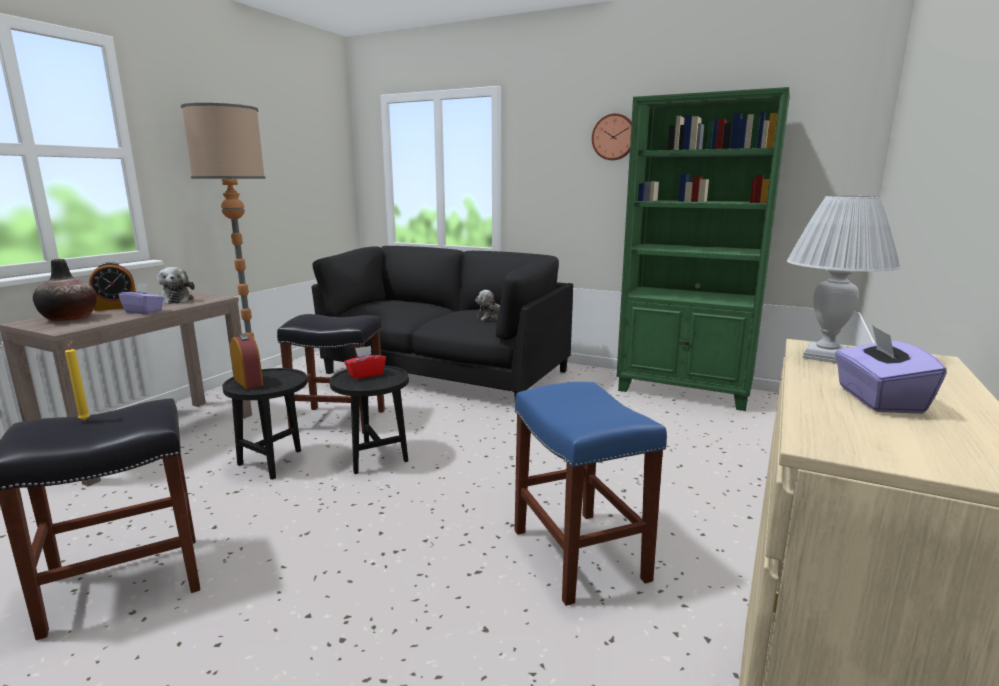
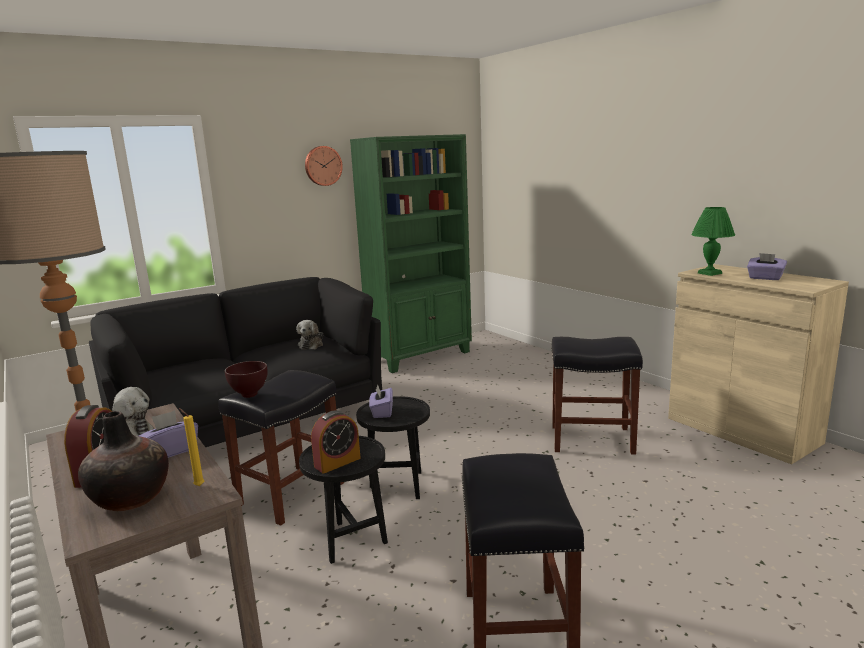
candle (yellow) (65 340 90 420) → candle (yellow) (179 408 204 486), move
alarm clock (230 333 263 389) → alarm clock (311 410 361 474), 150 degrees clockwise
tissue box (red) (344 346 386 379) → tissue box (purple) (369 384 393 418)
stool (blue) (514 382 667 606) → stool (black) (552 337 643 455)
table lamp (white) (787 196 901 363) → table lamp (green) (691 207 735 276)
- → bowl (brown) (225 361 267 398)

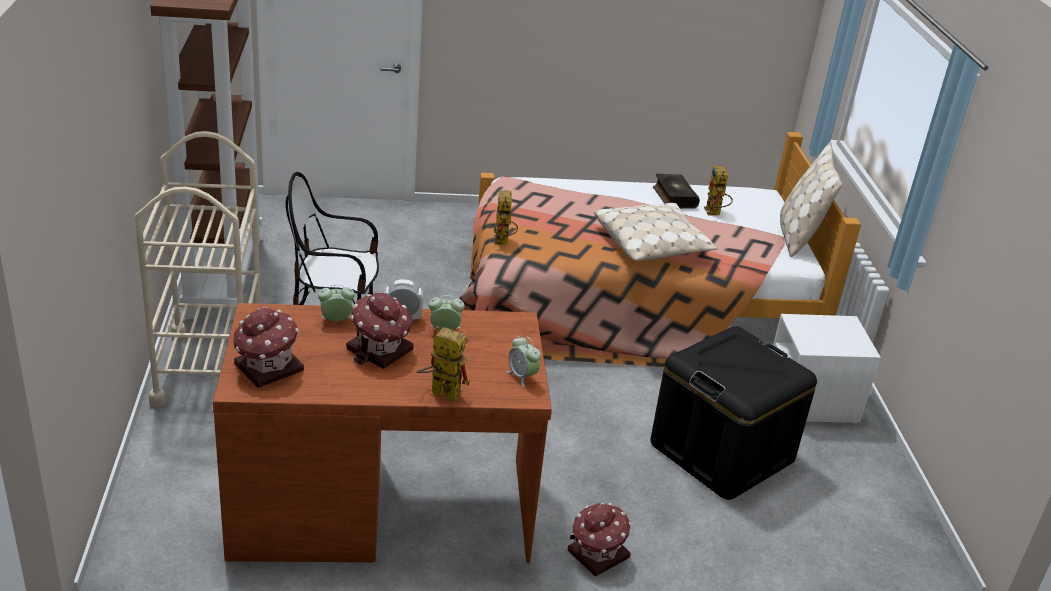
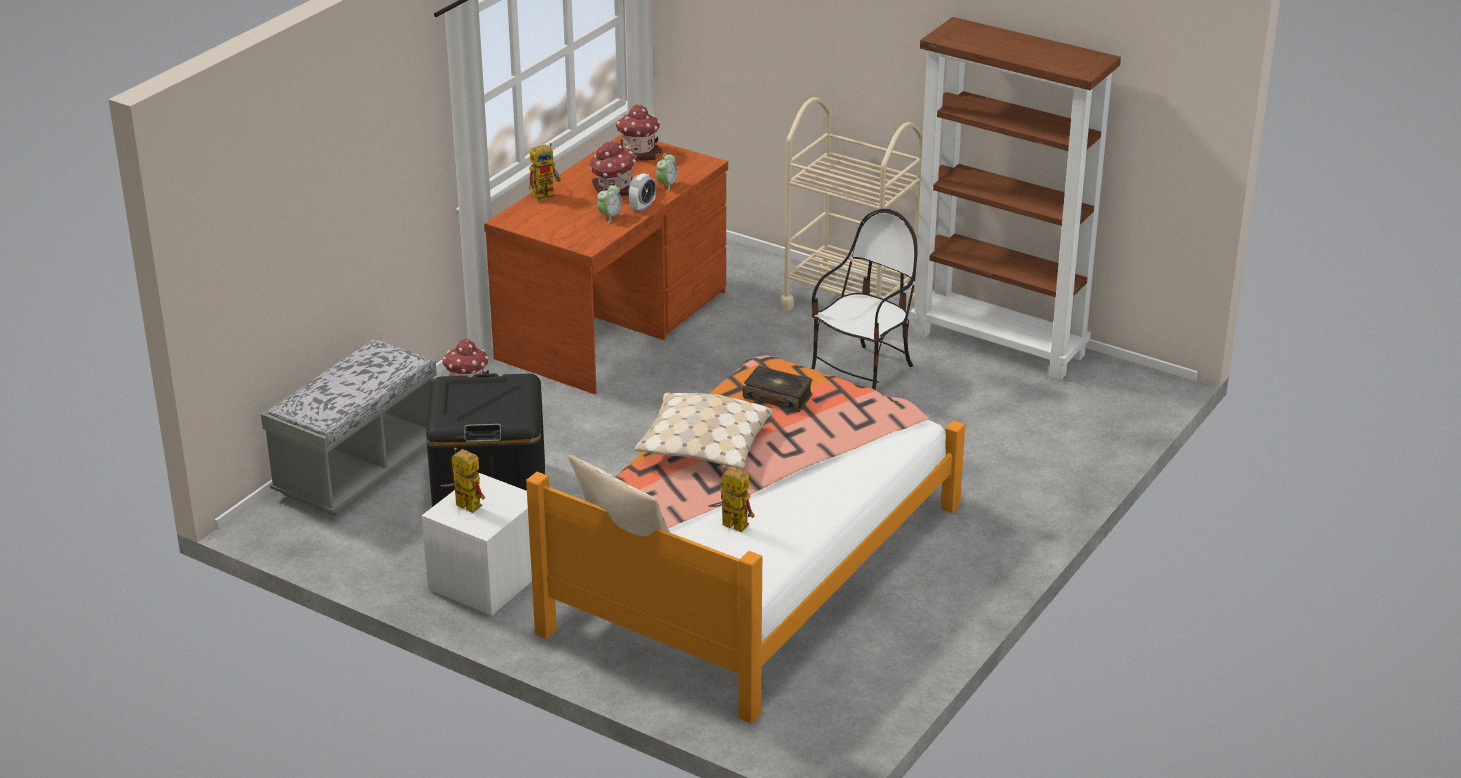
toy robot (492 190 518 245) → toy robot (441 448 485 513), move
alarm clock (507 336 541 388) → -
book (653 174 700 209) → book (743 366 813 412), move
- → bench (grey) (261 339 437 516)

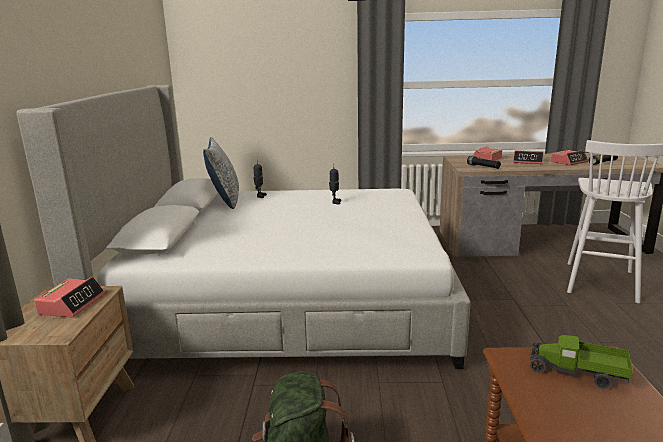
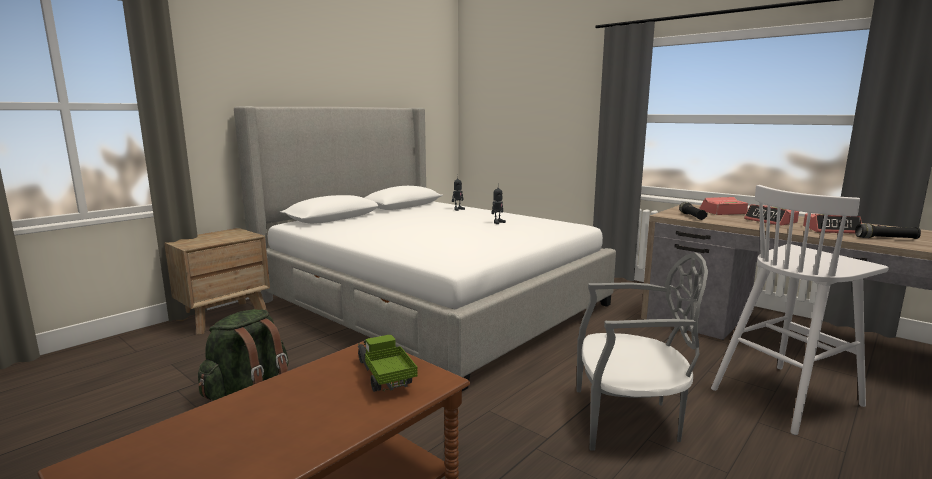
alarm clock (34 277 105 317) → -
pillow (203 137 239 209) → -
- → chair (grey) (577 252 708 451)

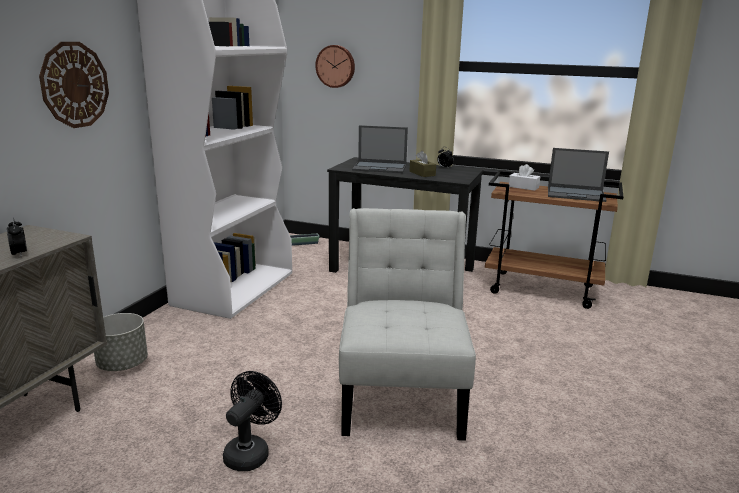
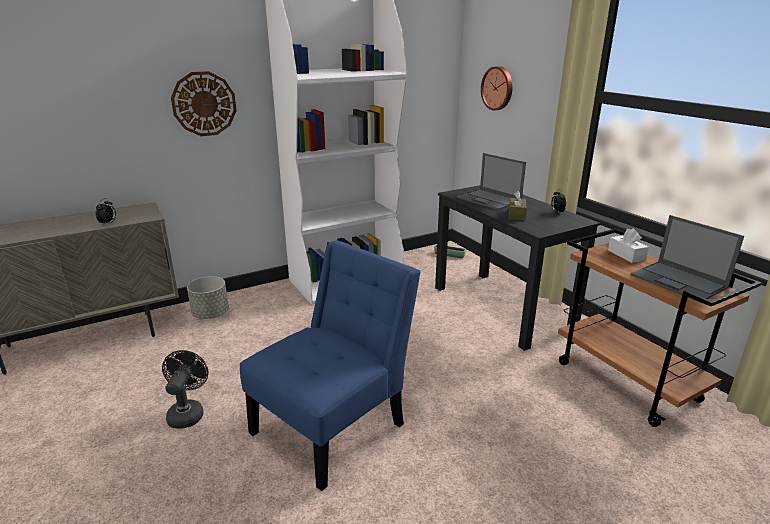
fan (black) (223 371 282 471) → fan (black) (162 350 209 429), 60 degrees counterclockwise
chair (white) (339 208 476 441) → chair (blue) (240 240 421 491)

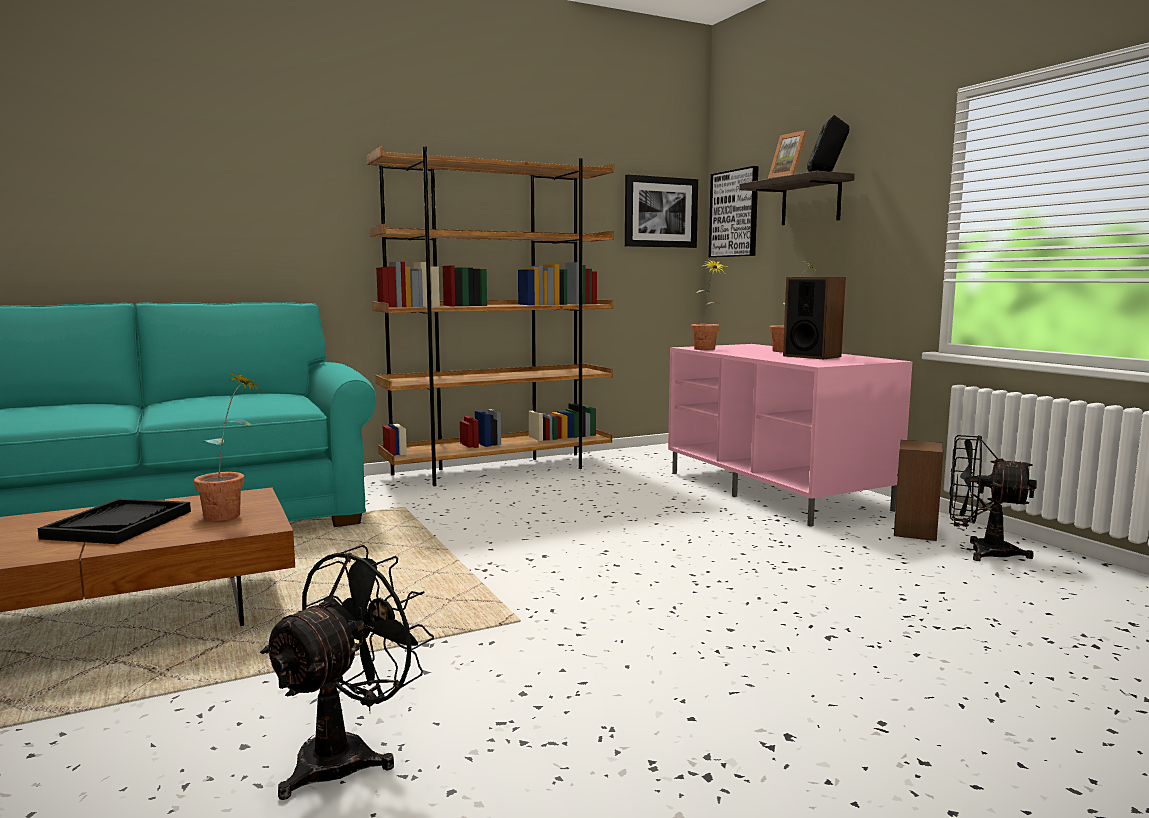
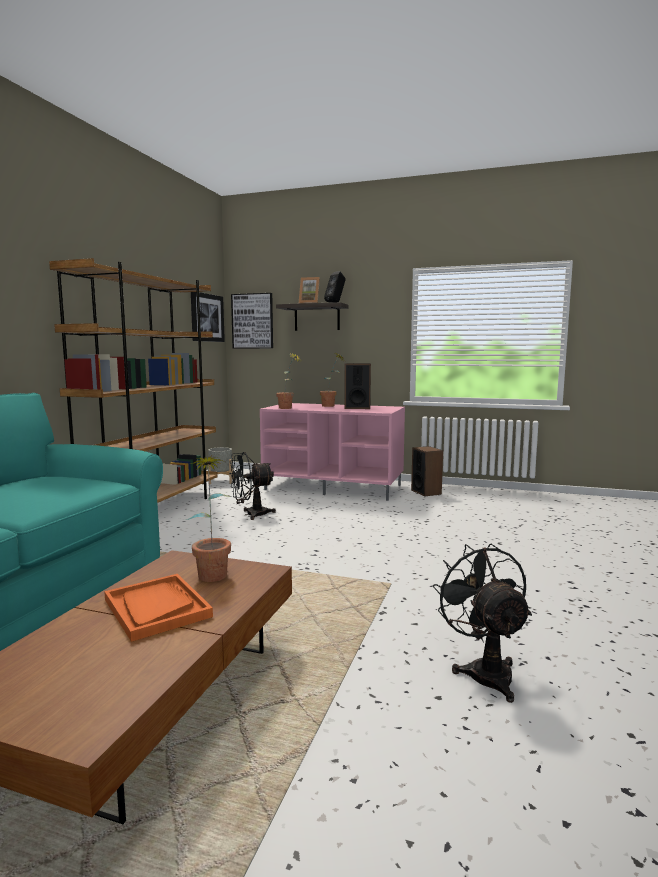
tray (black) (38 498 191 544) → tray (orange) (104 574 213 642)
fan (black) (949 435 1037 561) → fan (black) (230 452 276 520), move
- → planter (grey) (208 447 233 484)

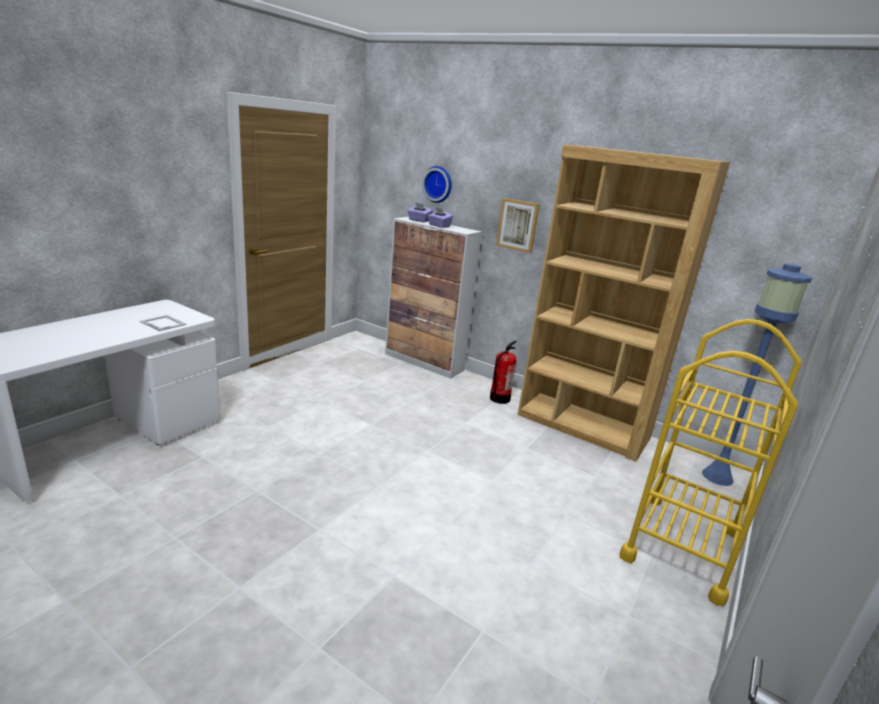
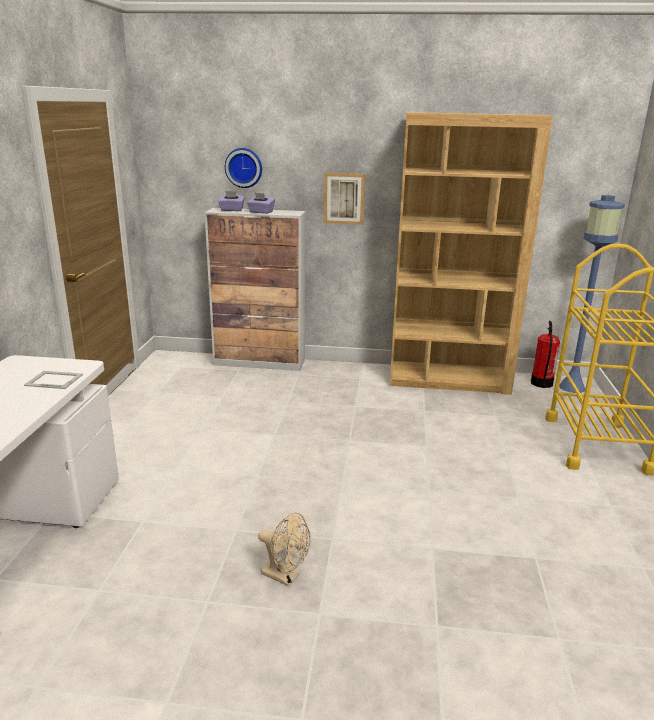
fire extinguisher (490 340 517 404) → fire extinguisher (531 321 560 388), move
- → fan (beige) (258 512 311 586)

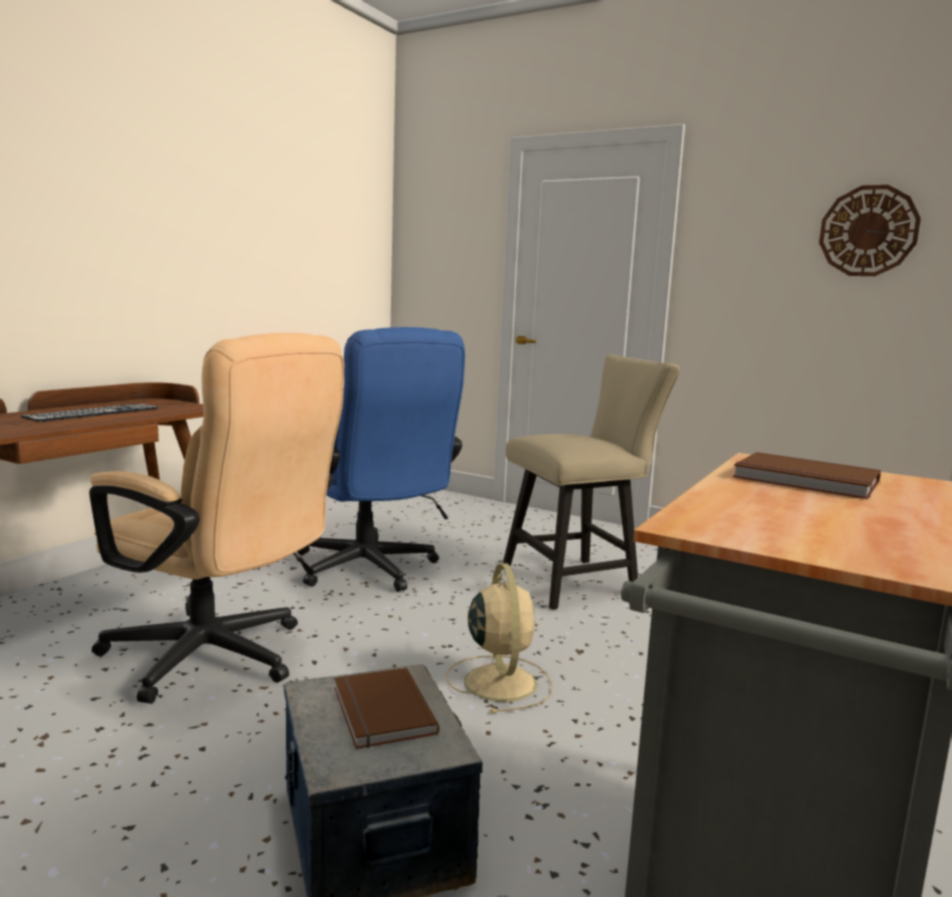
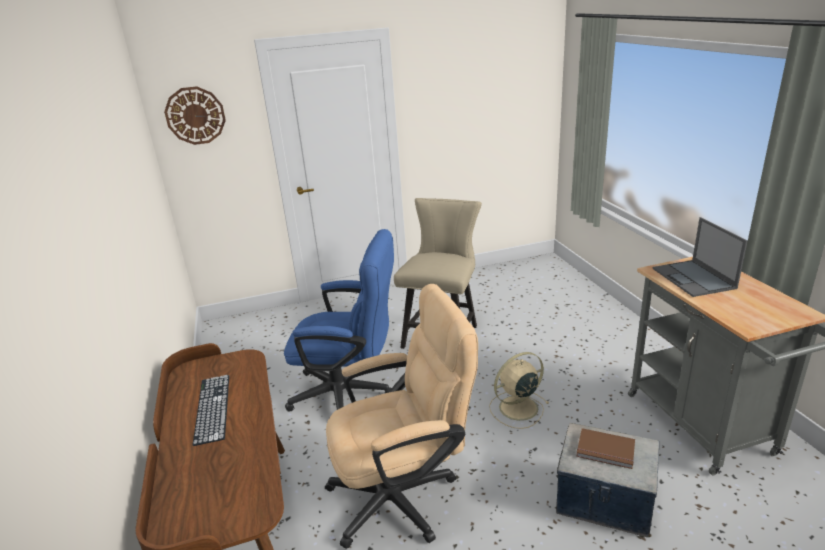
fan (beige) (446 563 553 714) → fan (beige) (489 352 549 429), 60 degrees counterclockwise
book (brown) (733 452 881 499) → laptop (653 217 748 297)
wall clock (819 185 921 276) → wall clock (164 86 226 145), move

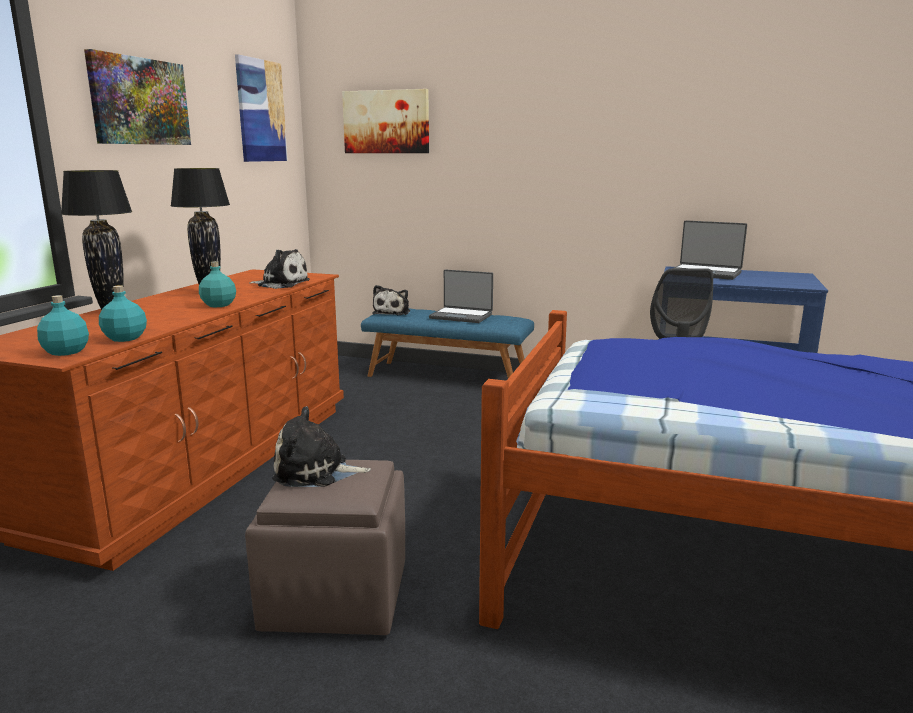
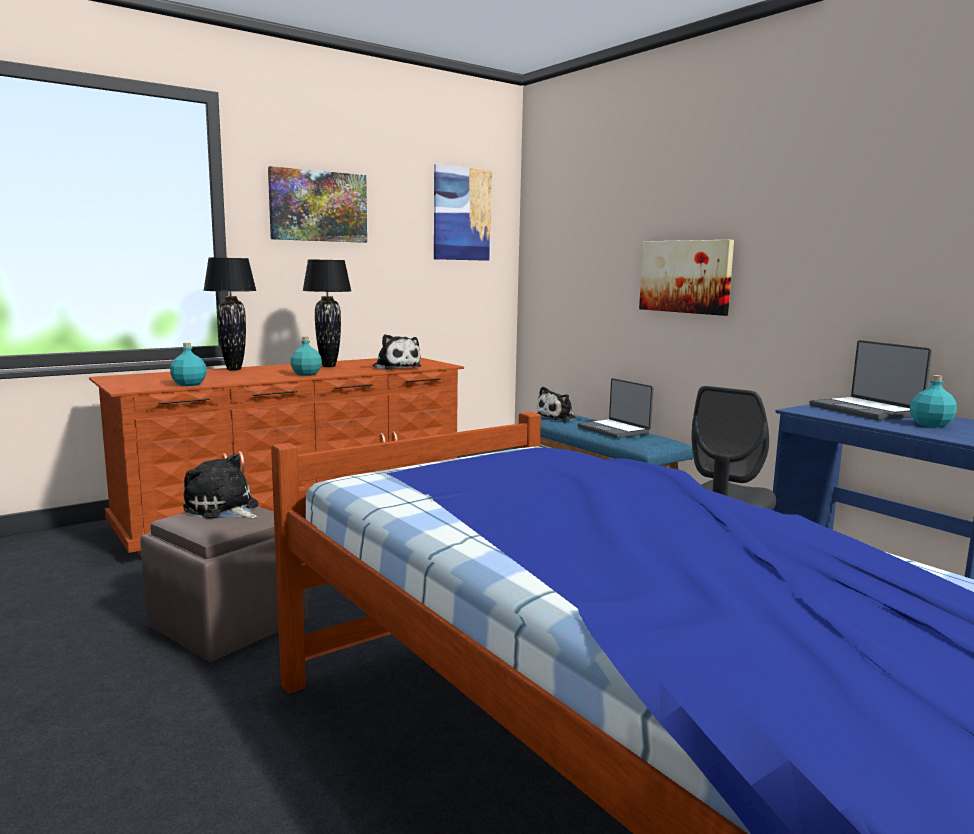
bottle (turquoise) (37 295 89 356) → bottle (turquoise) (910 375 957 428), move
picture (342 89 429 153) → picture (639 240 734 316), move

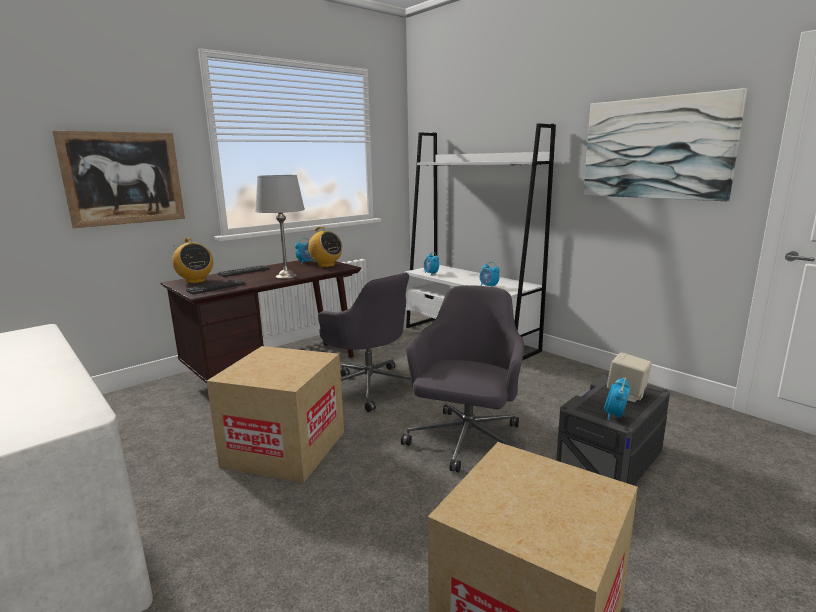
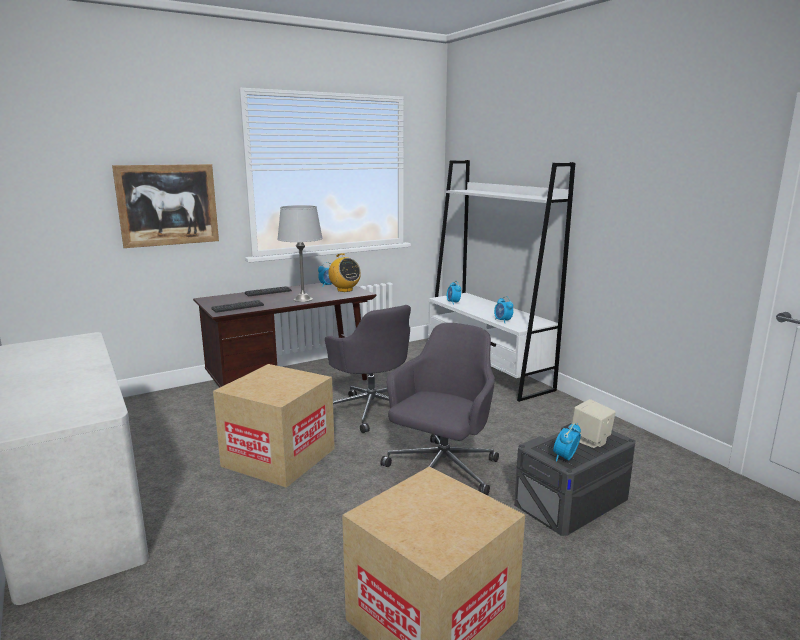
radio (172 238 213 284) → -
picture (583 88 747 201) → -

